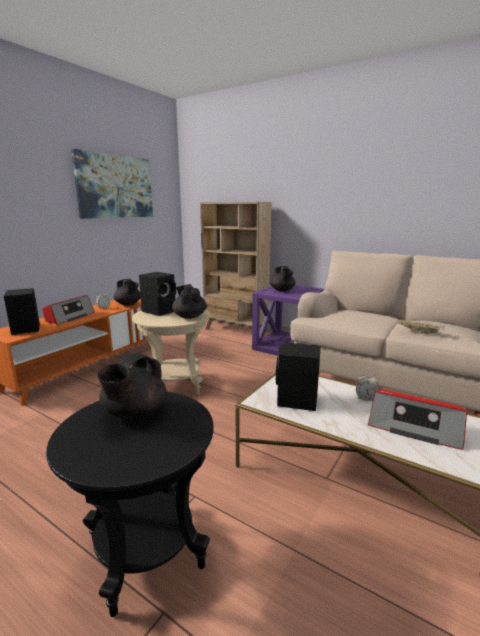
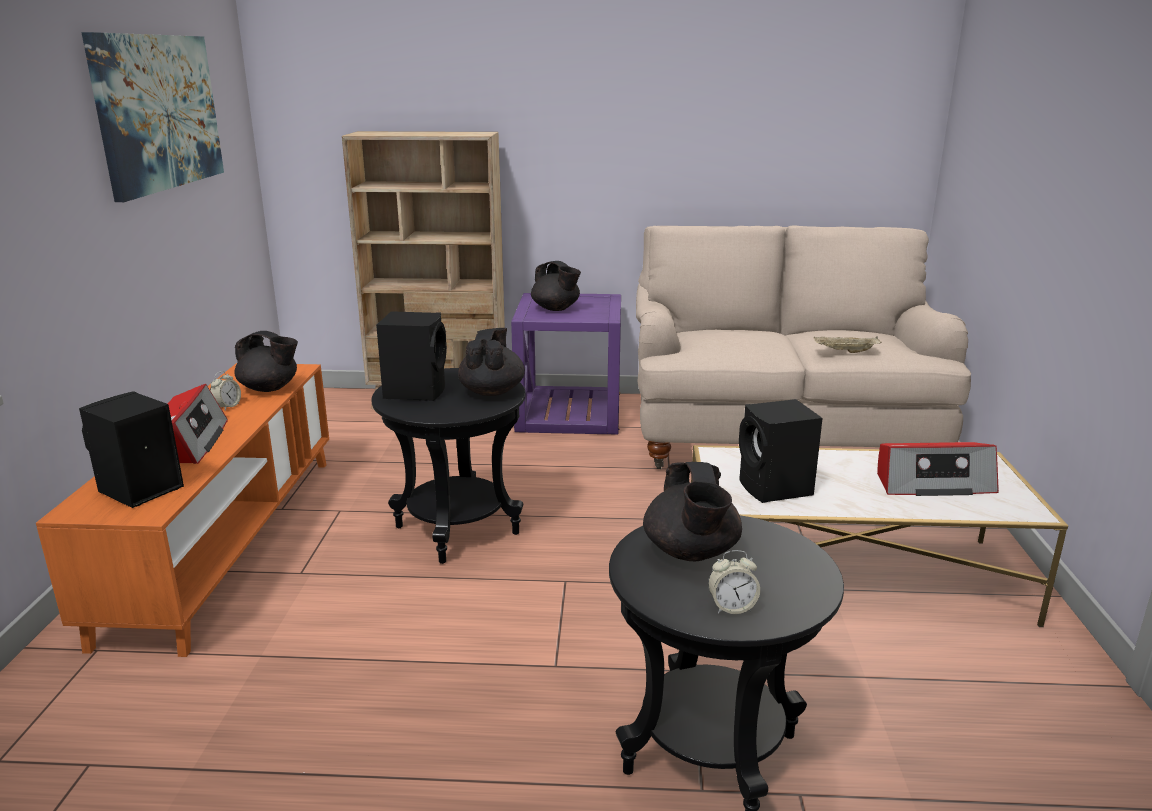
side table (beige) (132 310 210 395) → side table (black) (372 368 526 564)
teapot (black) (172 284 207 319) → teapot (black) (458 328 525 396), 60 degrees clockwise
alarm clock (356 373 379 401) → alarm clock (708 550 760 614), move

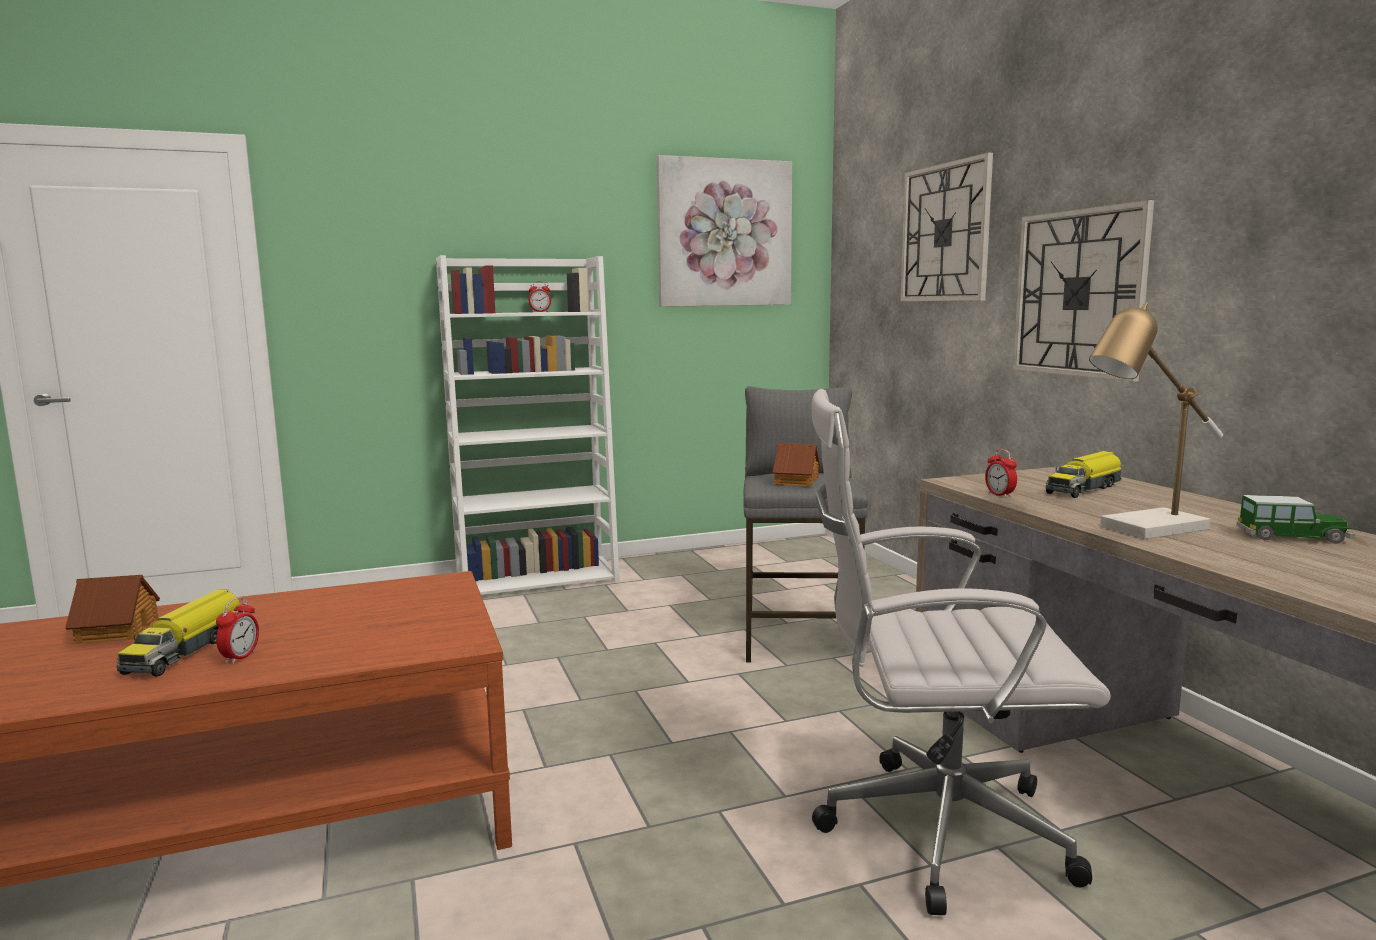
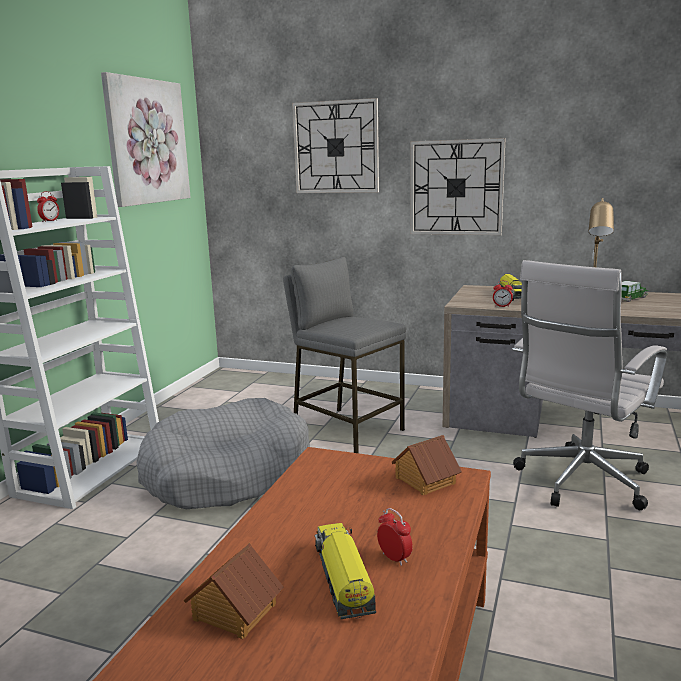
toy truck (116 589 242 677) → toy truck (314 523 376 619), 150 degrees counterclockwise
toy house (773 443 820 487) → toy house (392 435 462 495), move
- → dog bed (grey) (136 398 310 509)

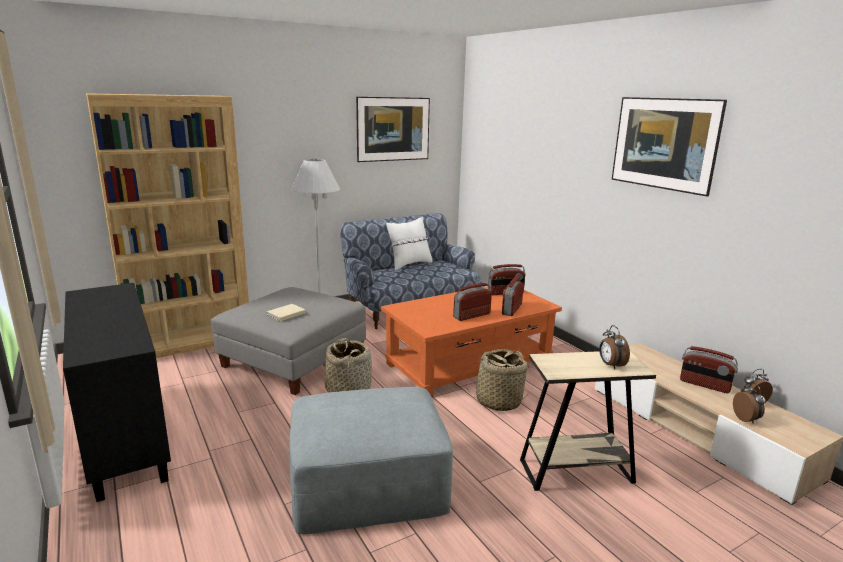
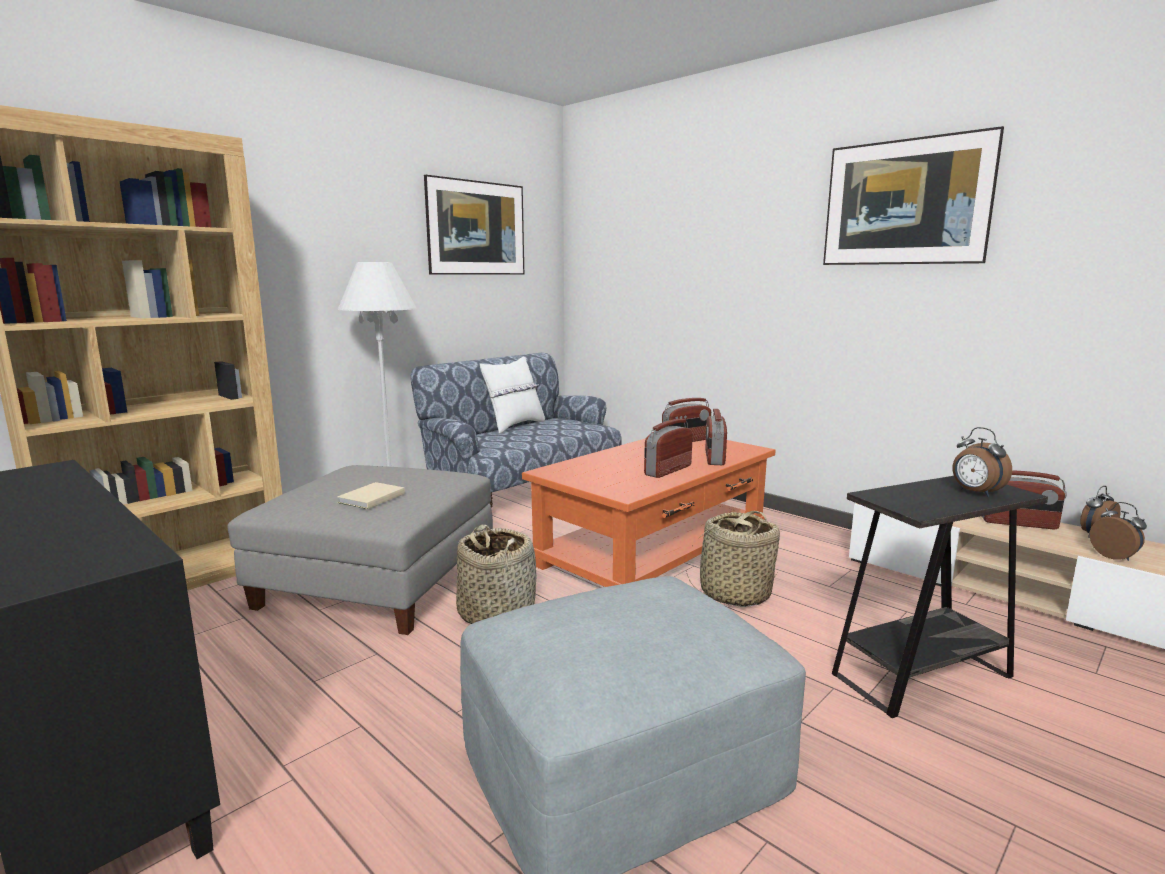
side table (beige) (520 351 656 491) → side table (black) (832 476 1048 718)

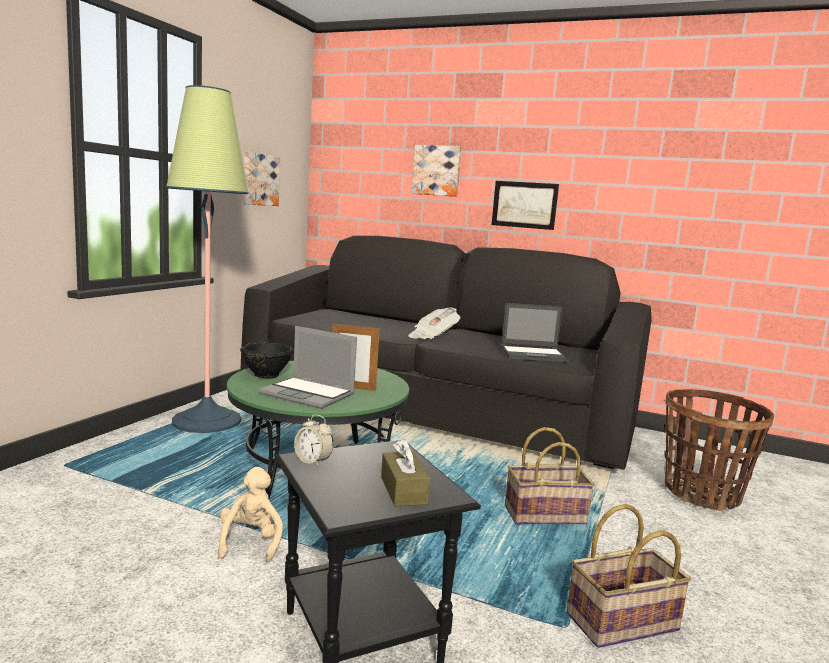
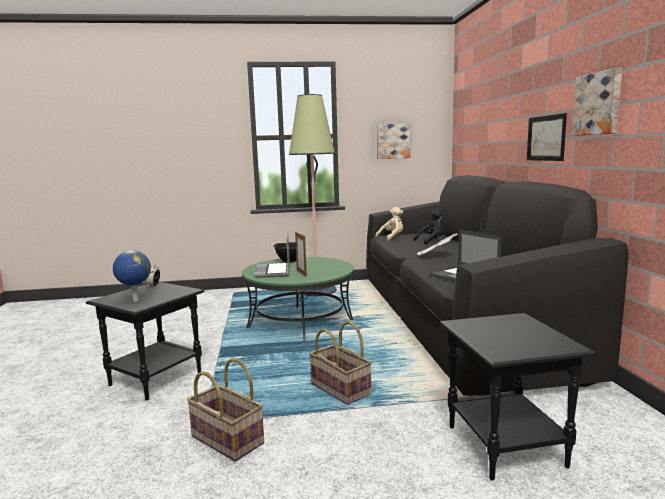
plush toy (beige) (218 467 283 562) → plush toy (beige) (375 207 403 241), move
tissue box (brown) (381 439 431 507) → globe (113 250 151 302)
picture (412 145 462 197) → picture (572 68 622 136), move
basket (665 389 774 511) → side table (black) (440 313 597 481)
- → plush toy (black) (414 209 444 245)

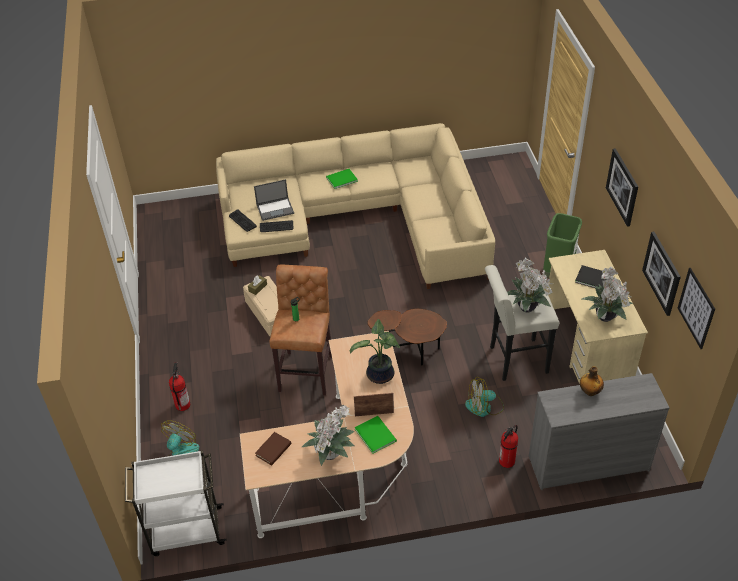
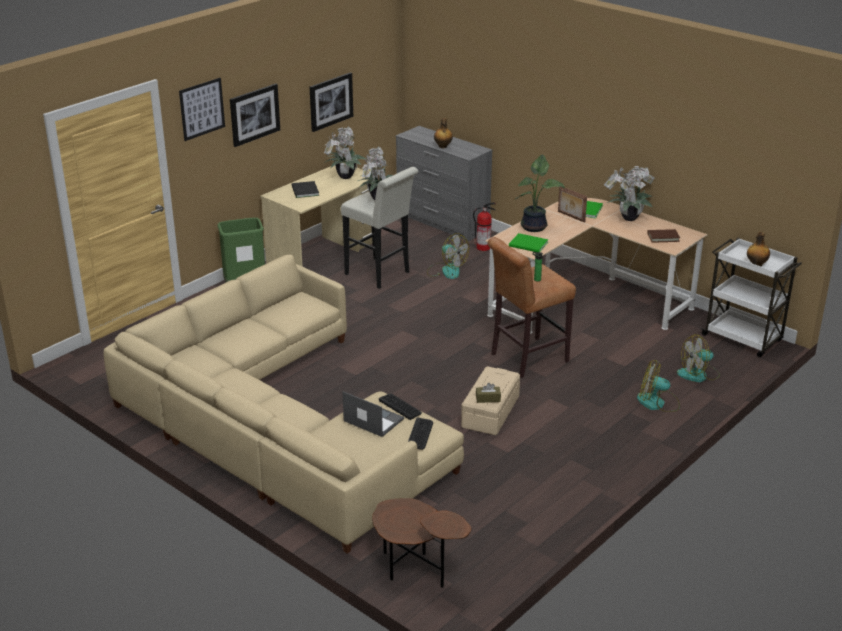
fire extinguisher (169 362 190 411) → fan (637 360 680 412)
book (green) (326 169 358 189) → book (green) (509 233 548 252), move
side table (brown) (367 309 447 366) → side table (brown) (372 498 471 588), move
picture (678 268 715 349) → picture (179 78 225 141), move
- → bottle (747 232 770 266)

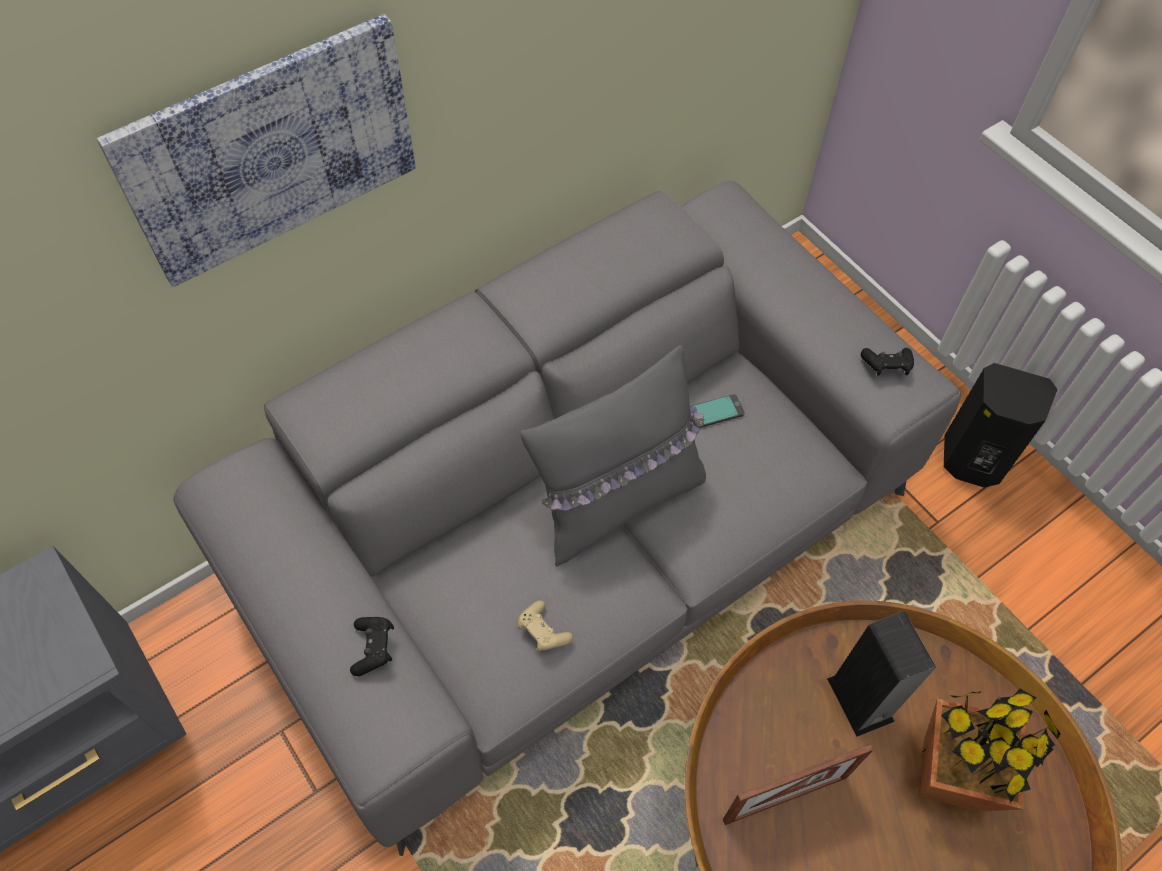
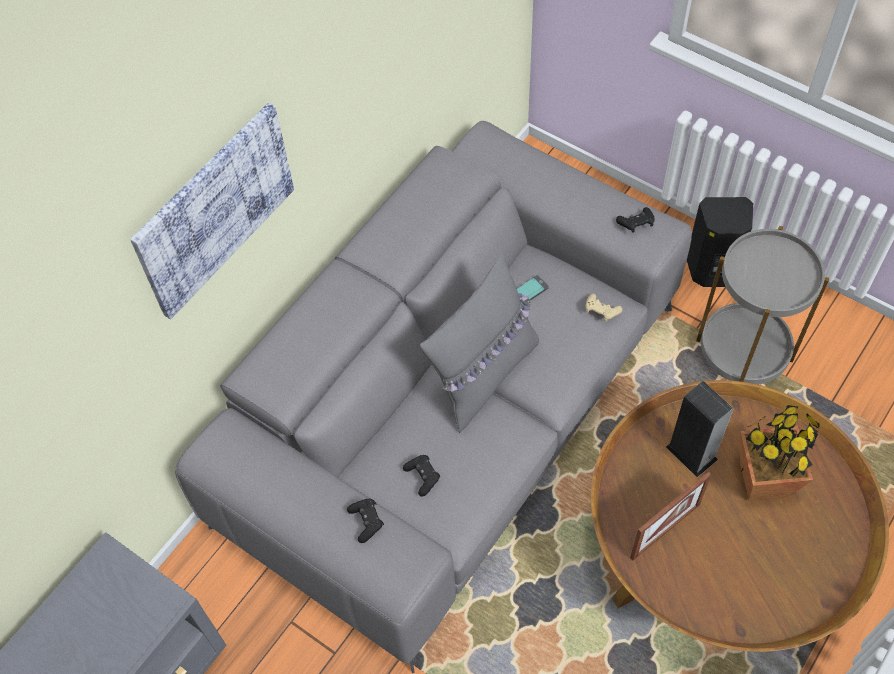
game controller (beige) (518 600 573 652) → game controller (beige) (585 294 622 322), move
- → game controller (black) (403 455 440 497)
- → side table (grey) (696 226 829 385)

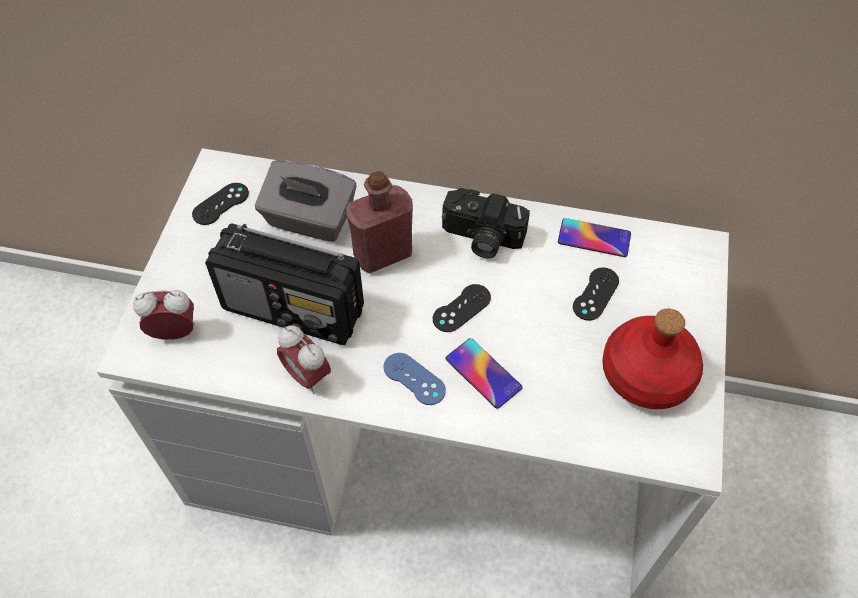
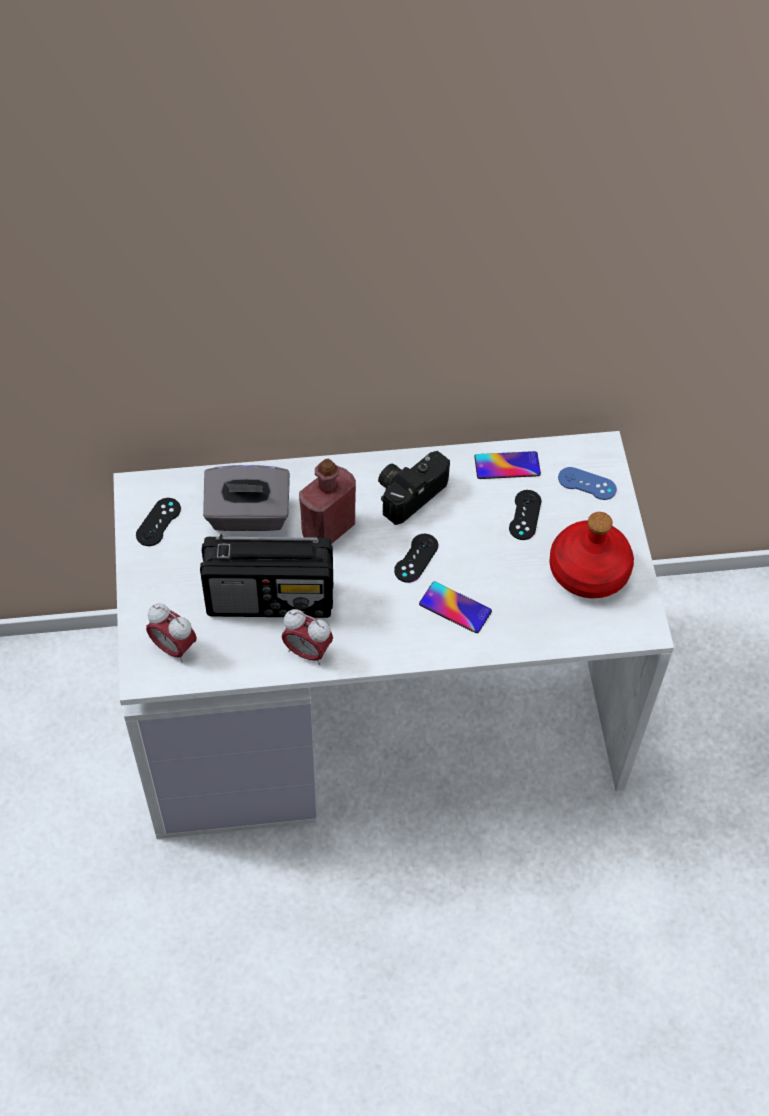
alarm clock (133 290 195 340) → alarm clock (146 603 197 662), 120 degrees counterclockwise
game controller (blue) (384 353 446 405) → game controller (blue) (558 467 617 500), move
photo camera (442 188 530 258) → photo camera (378 451 450 525), 135 degrees clockwise

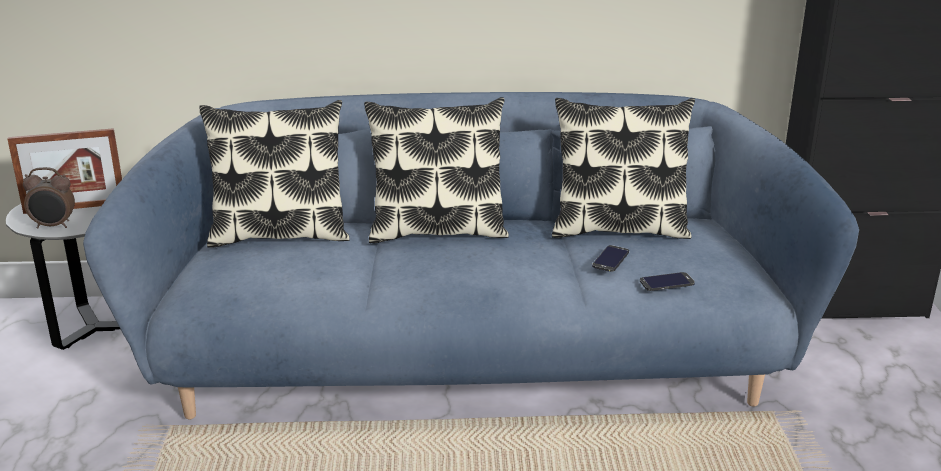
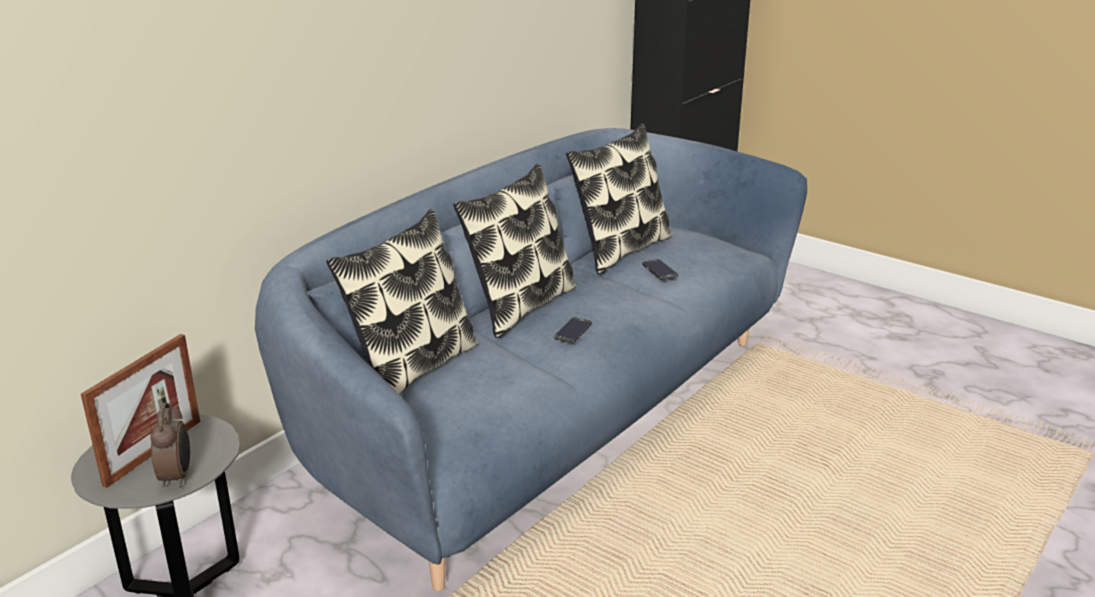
alarm clock (23 167 75 229) → alarm clock (150 403 190 488), 45 degrees counterclockwise
phone (640 272 695 291) → phone (554 317 592 343), move

